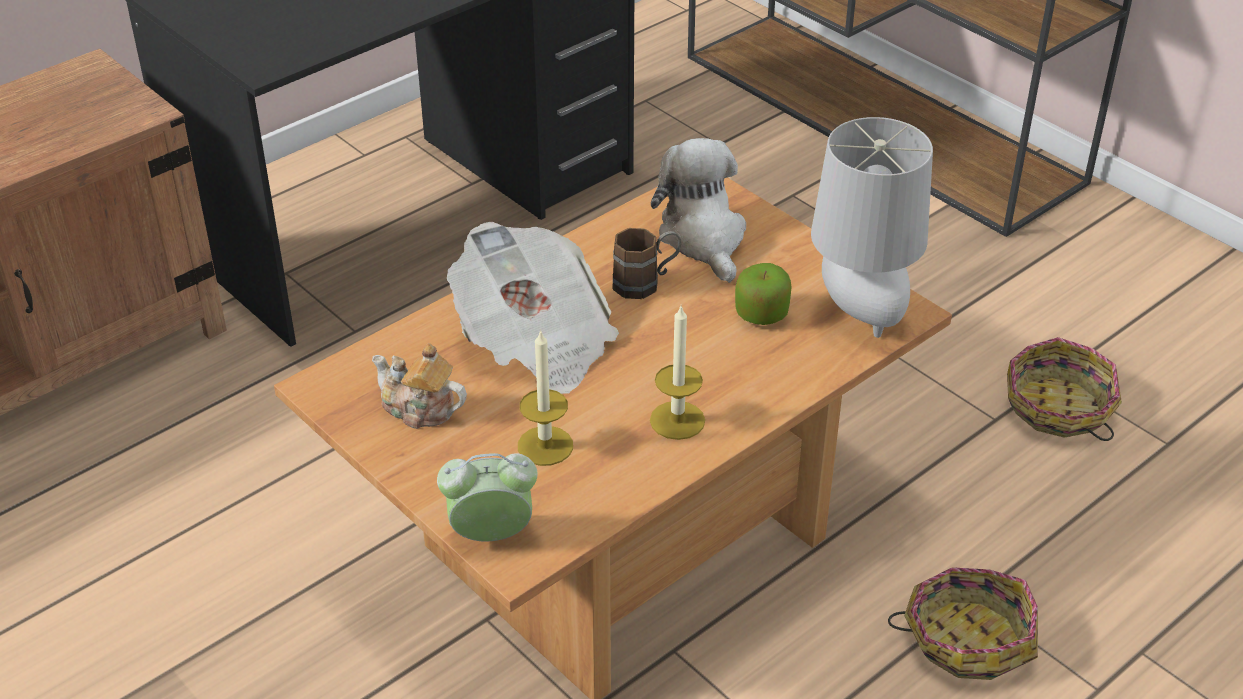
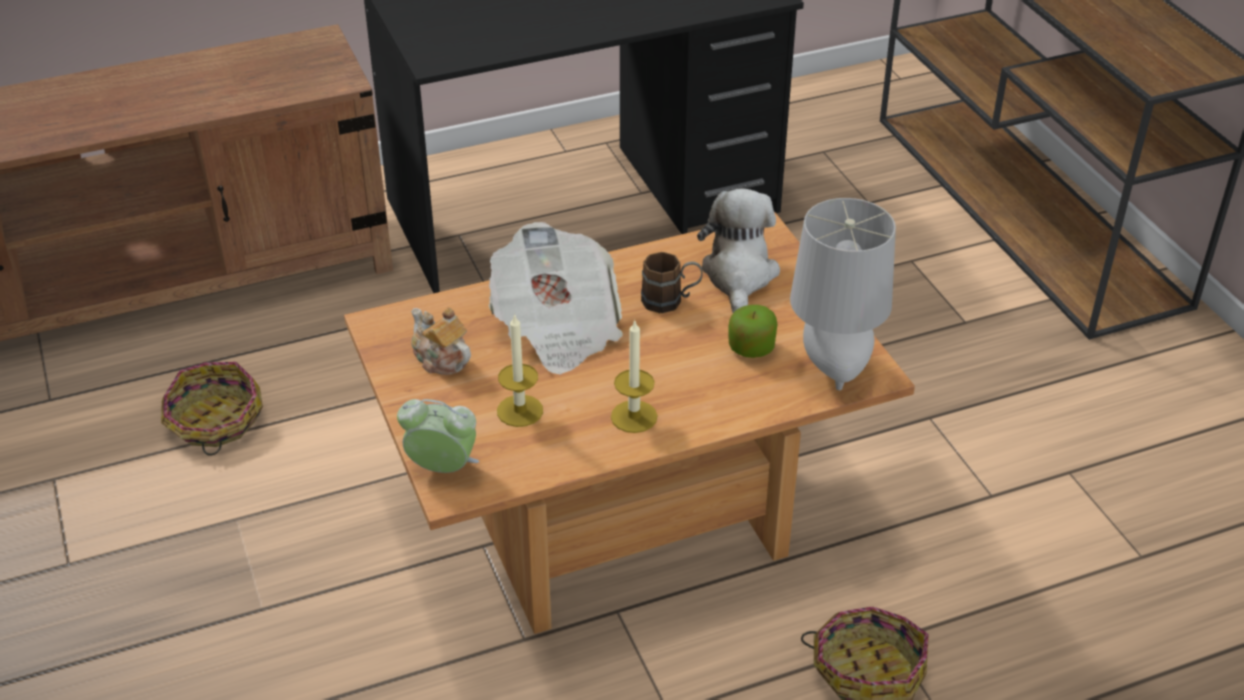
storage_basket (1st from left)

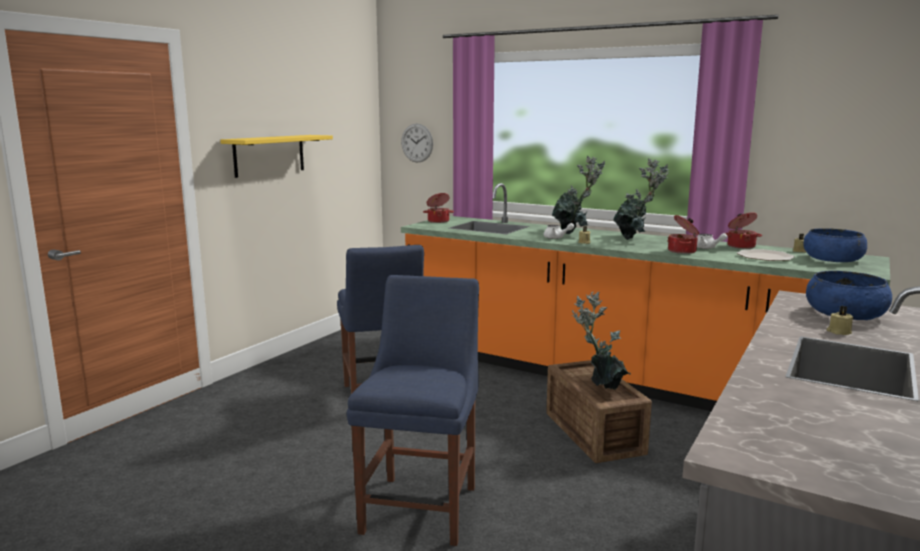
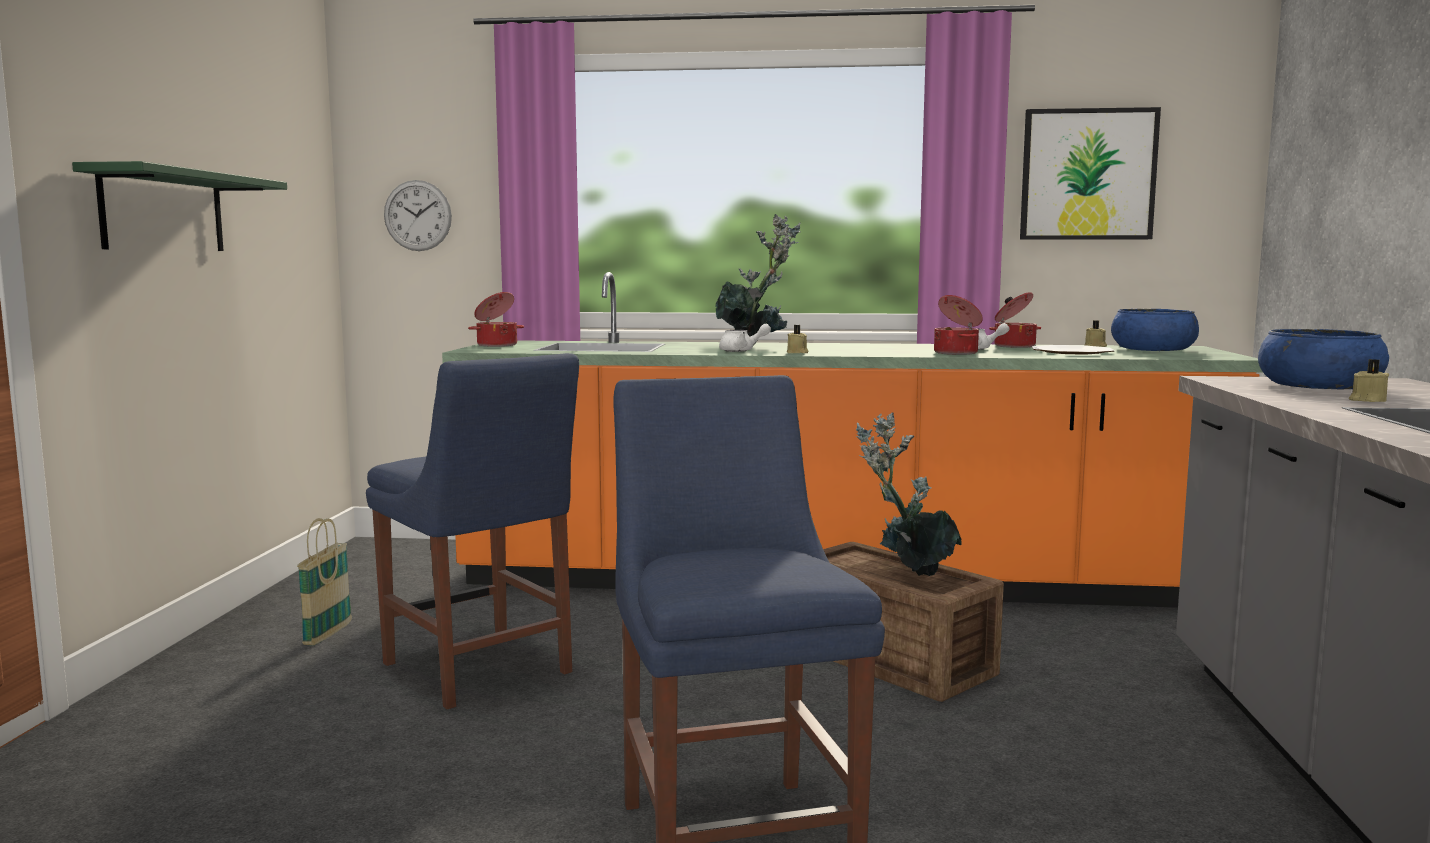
green_wall_shelf
potted_plant (3rd from left in the first image)
storage_basket
wall_picture

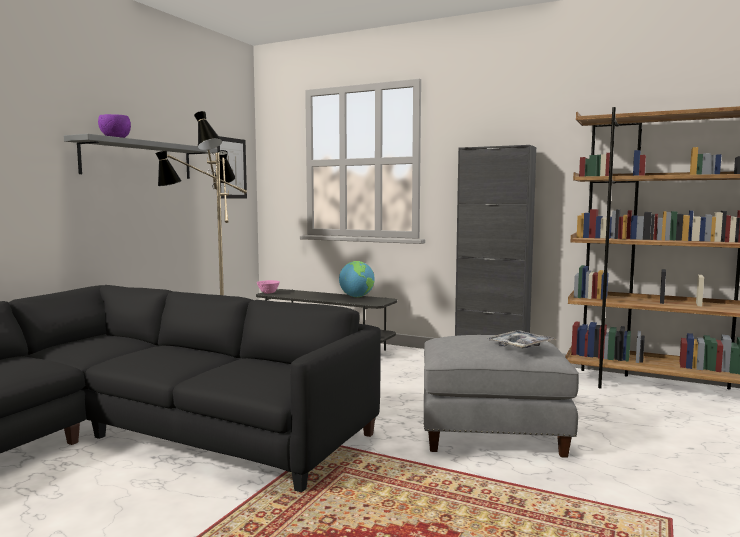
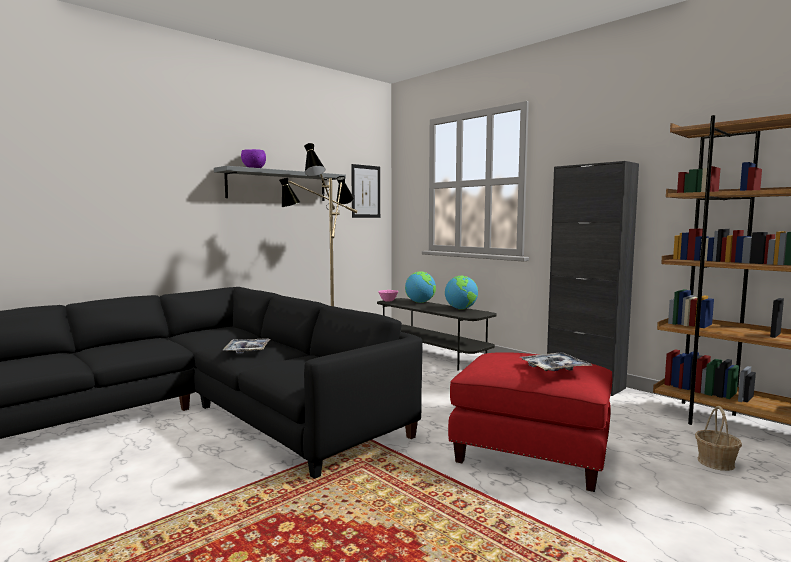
reddish_footrest
carrying_tray (1st from left)
world_globe (1st from left)
storage_basket

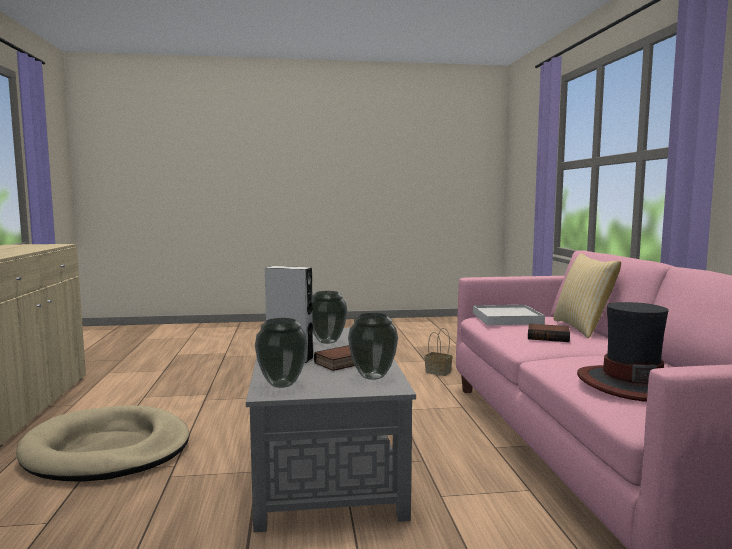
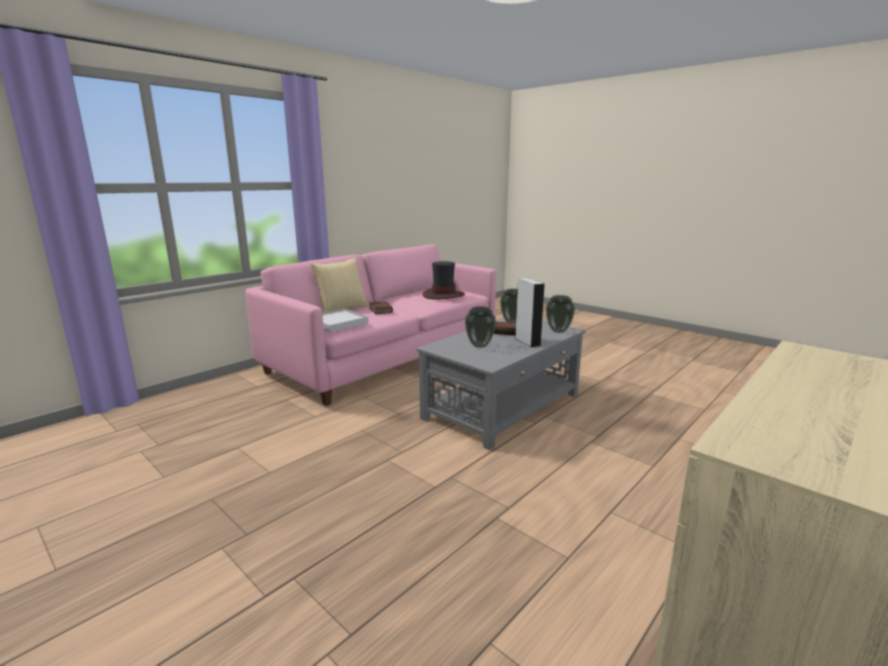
beige_dog_cushion
storage_basket

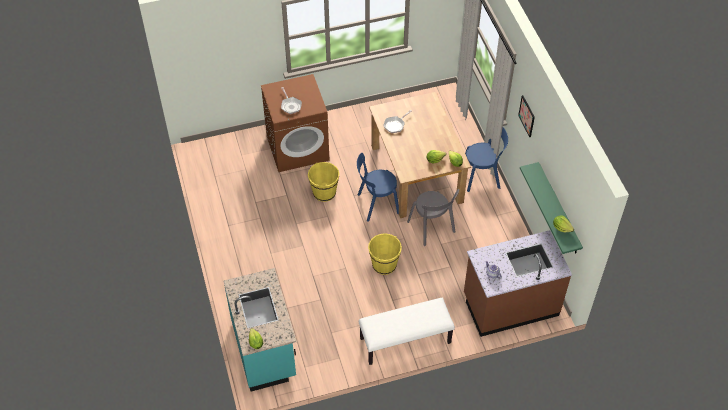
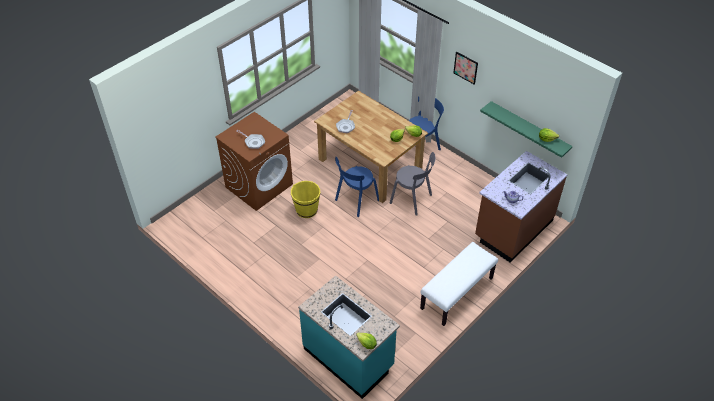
yellow-coloured_water_bucket (2nd from left in the first image)

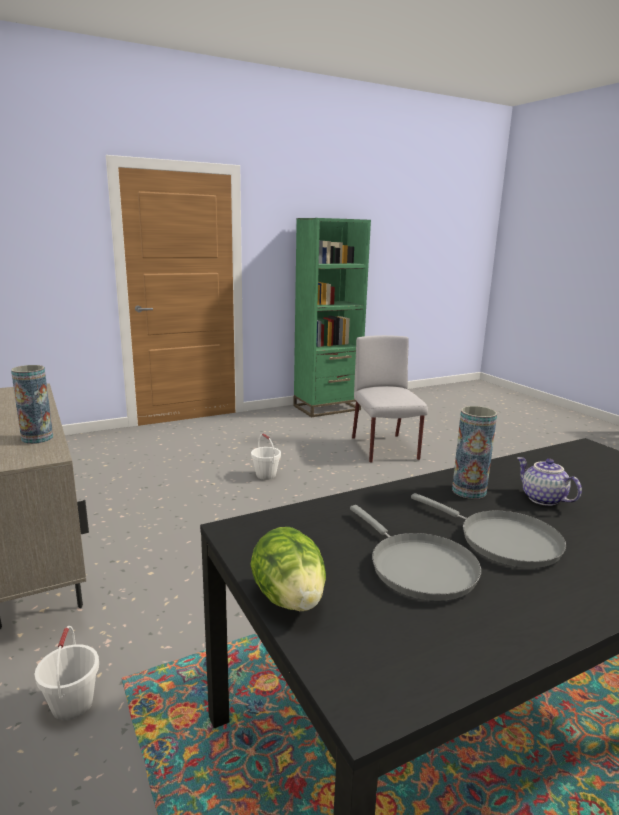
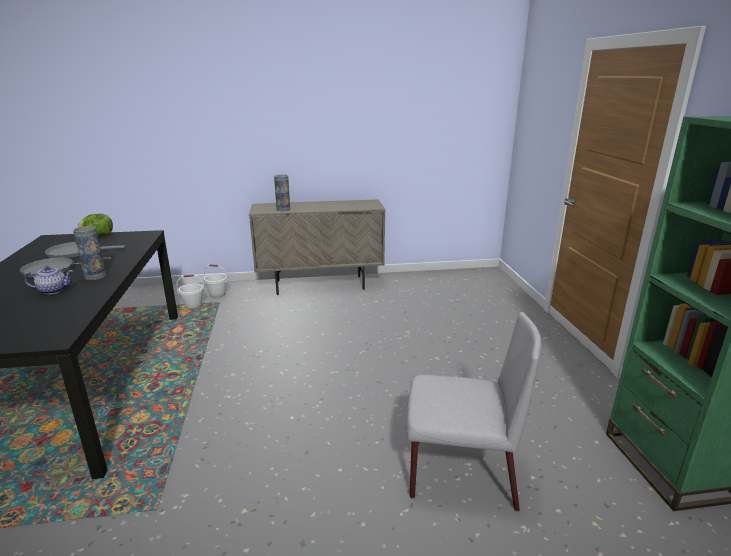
white-coloured_water_bucket (1st from left)

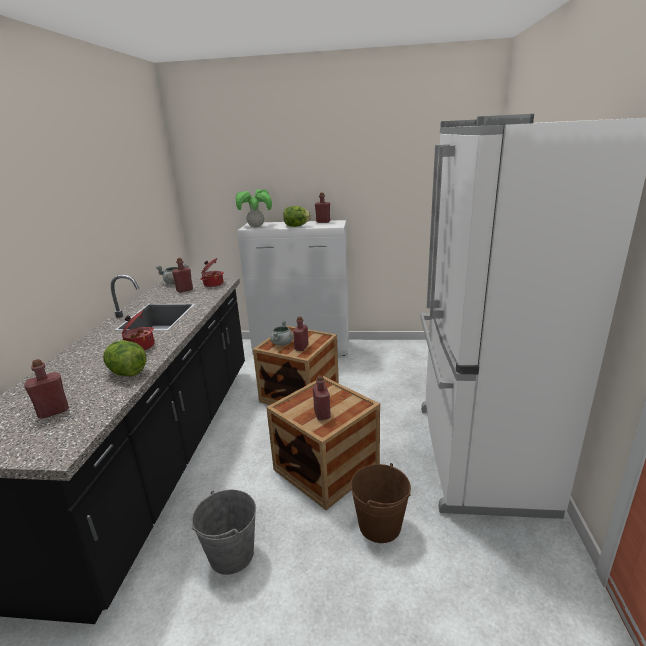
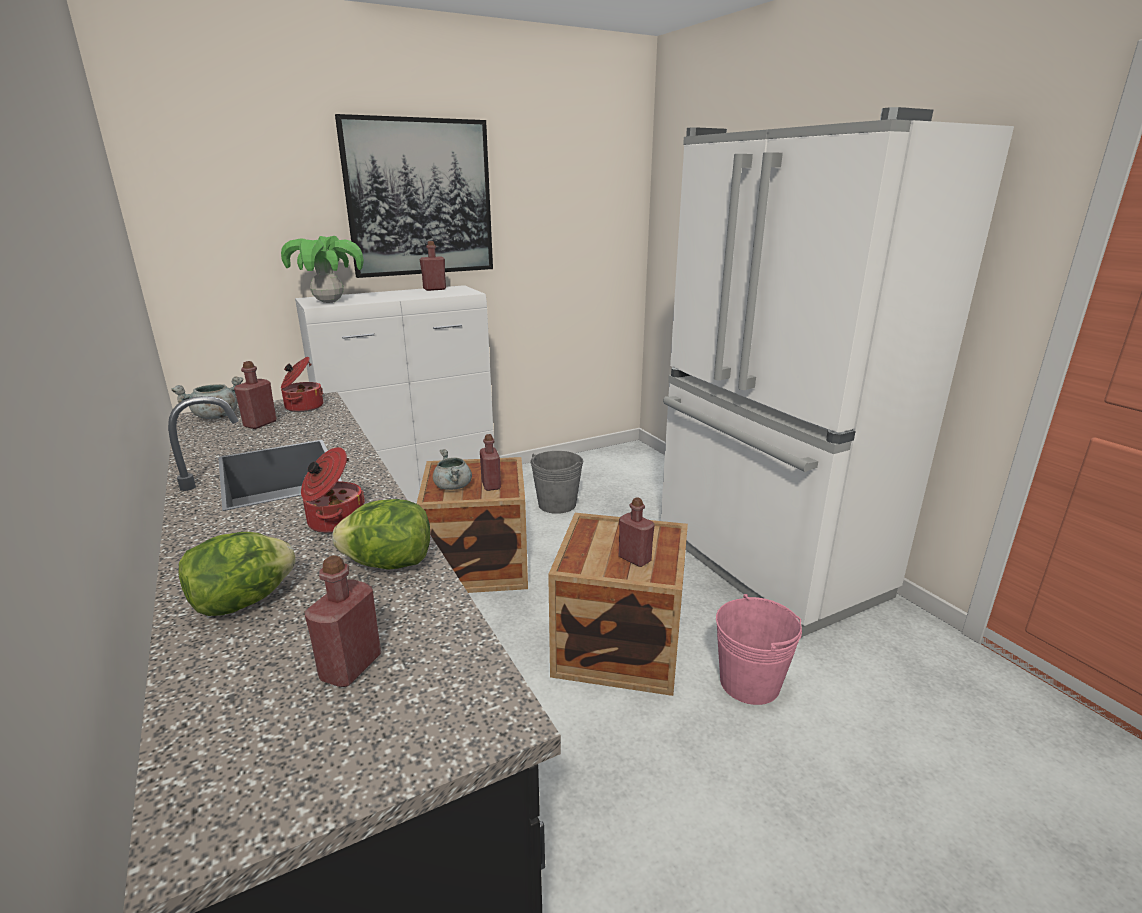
gray_water_bucket
lettuce (1st from left)
pinkish_water_bucket
wall_picture

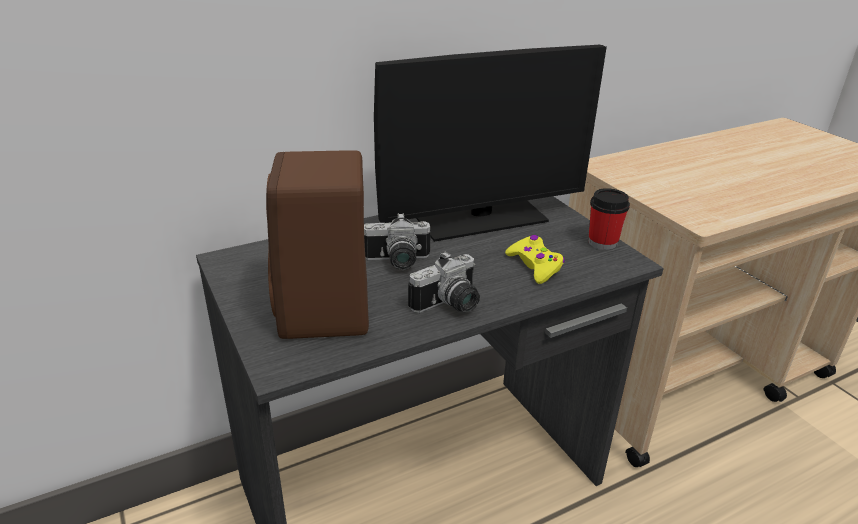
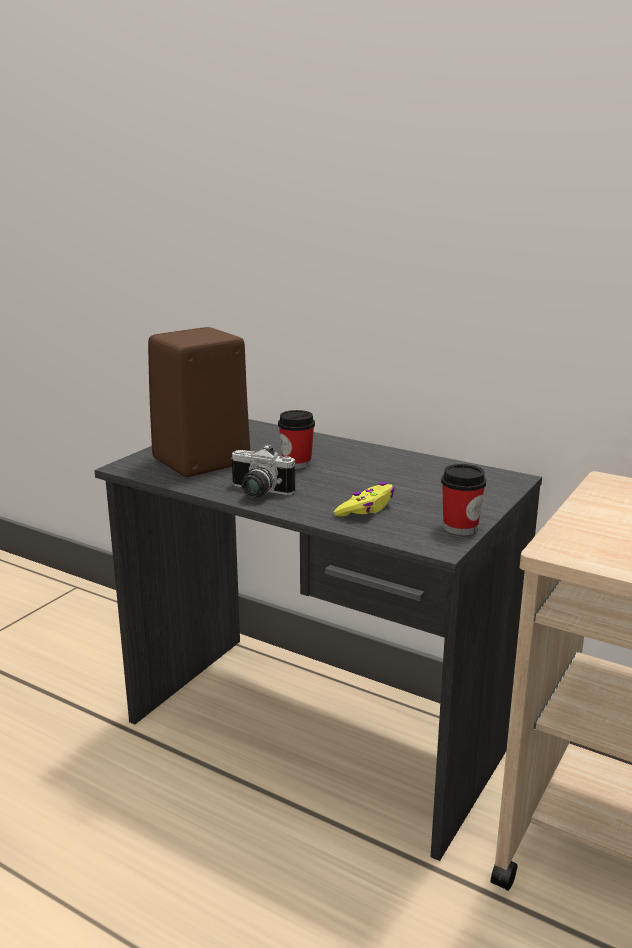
cup (1st from left)
monitor

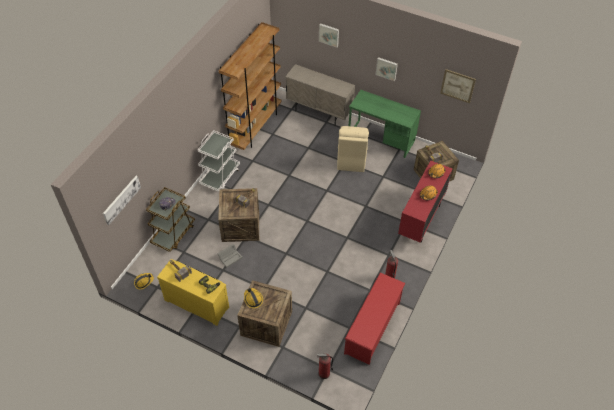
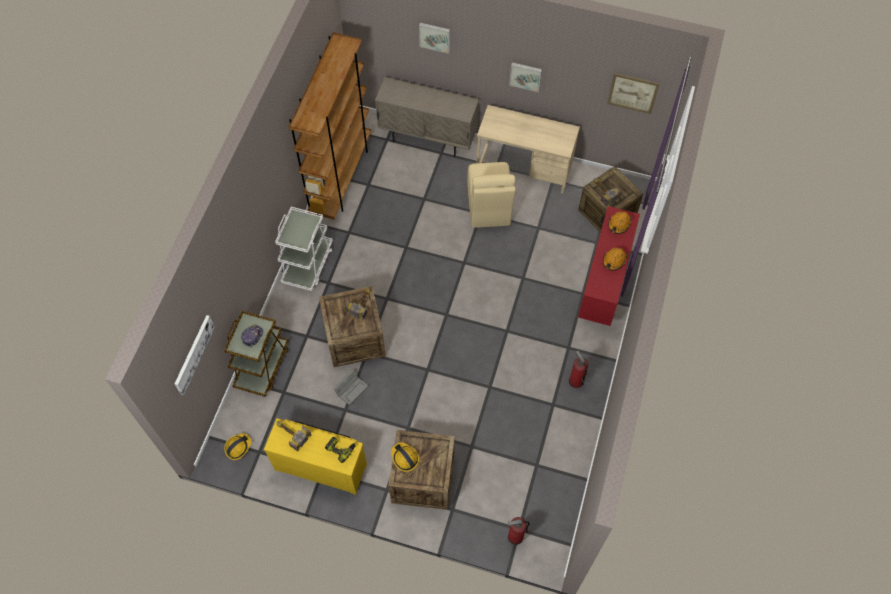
reddish_shoe_rack
beige_desk

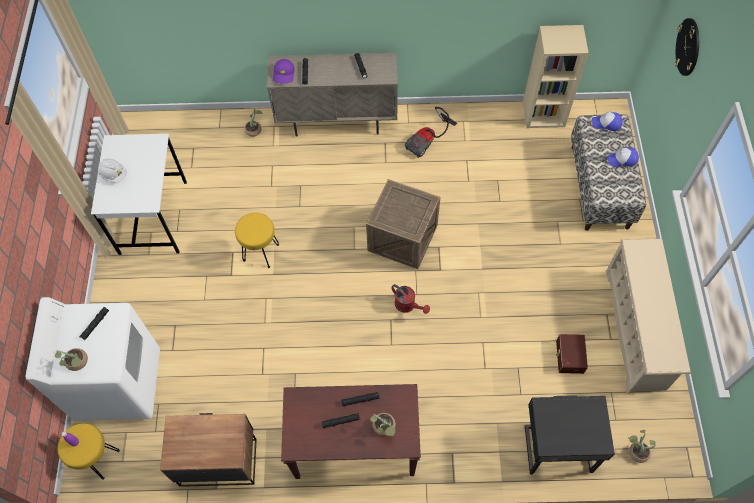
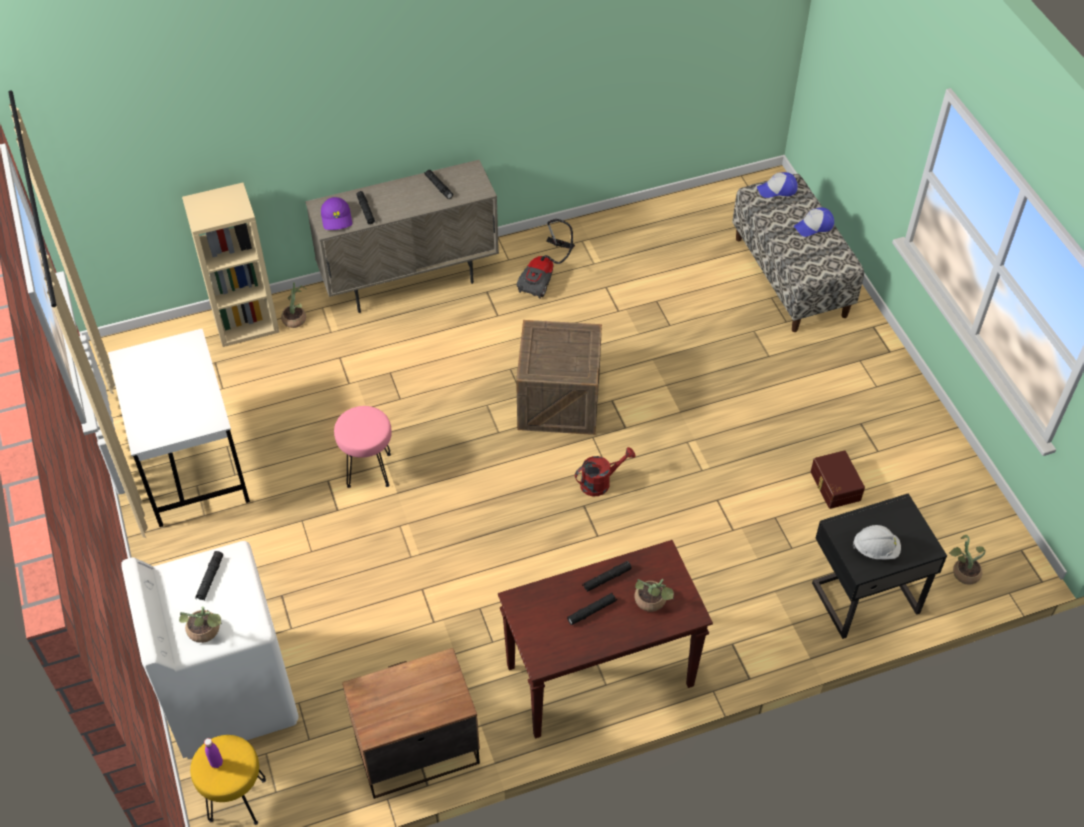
white-coloured_work_helmet
pinkish_stool
reddish_watering_pot
beige_bookcase
beige_shoe_rack
hanging_clock

